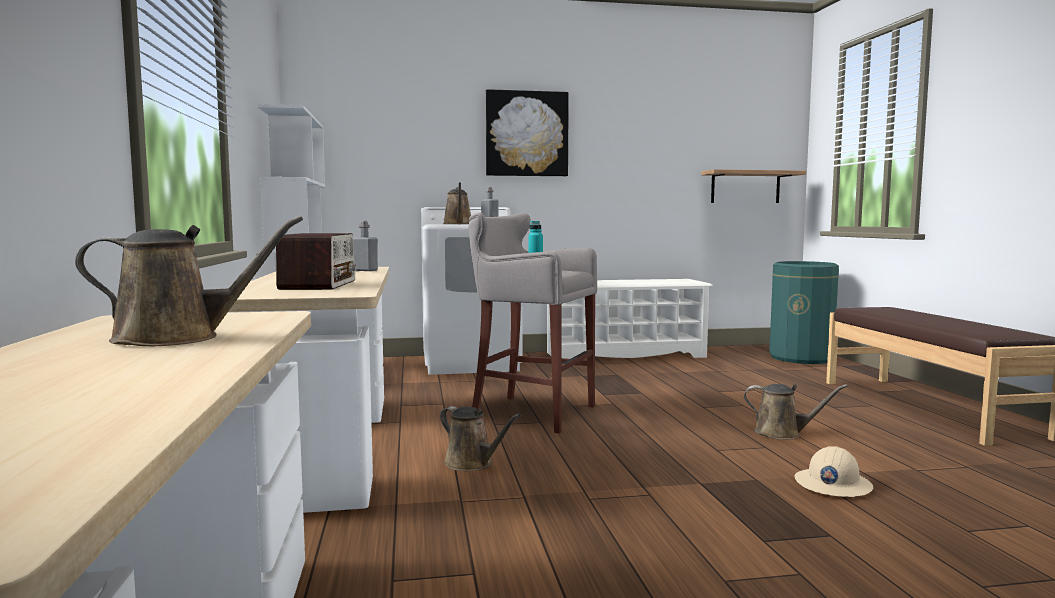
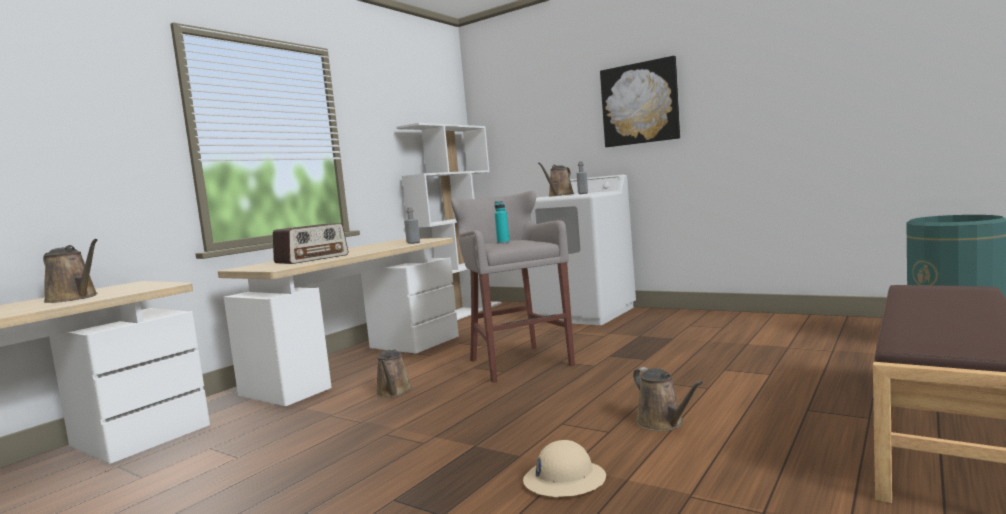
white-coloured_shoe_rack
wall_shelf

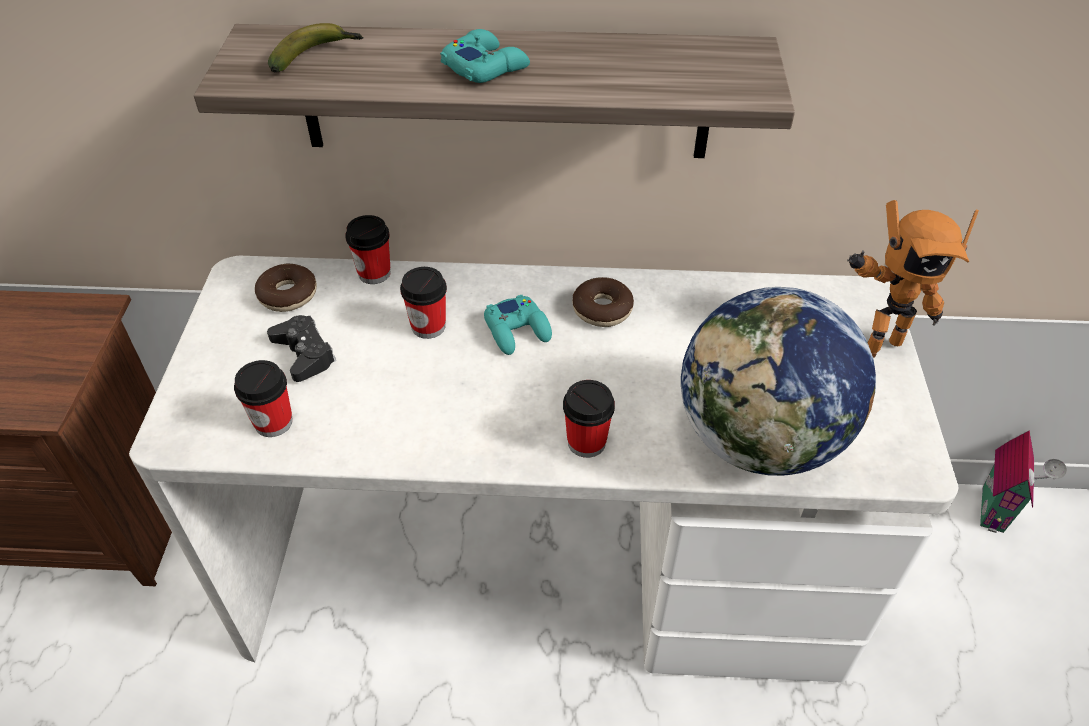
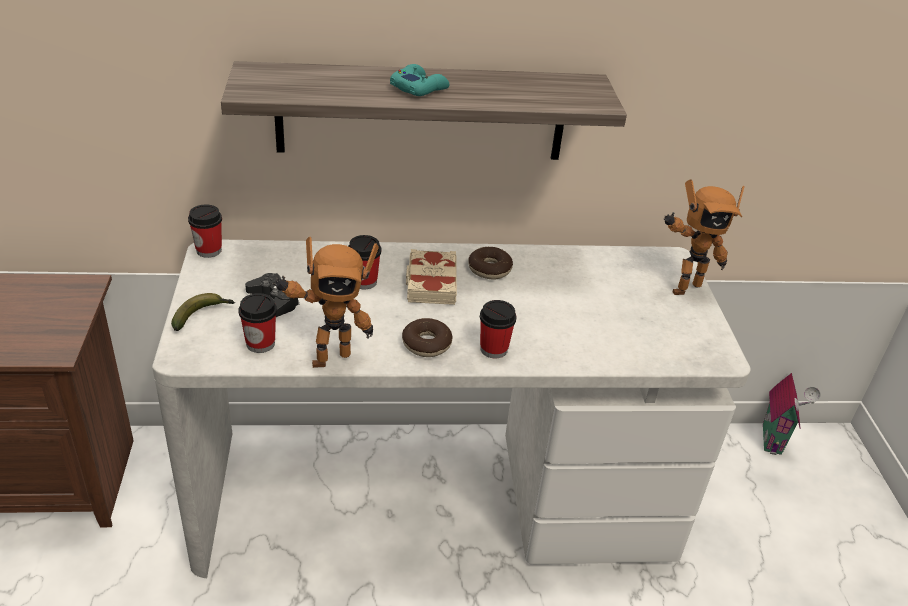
doughnut (1st from left)
banana
cup (1st from left)
beige_bound_book
world_globe
model_robot (1st from left)

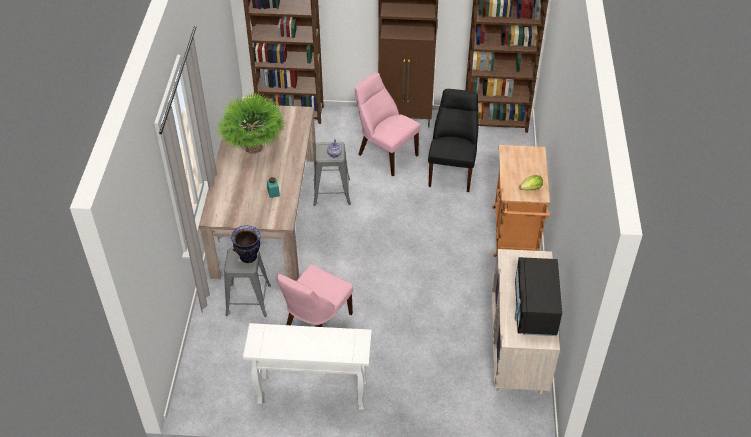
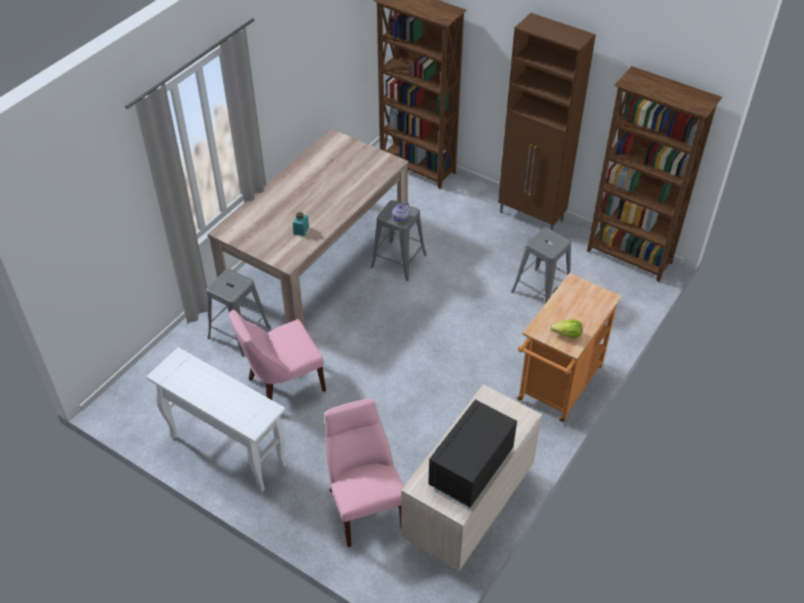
potted_plant
flower_vase
pinkish_chair (2nd from left)
gray_stool (3rd from left)

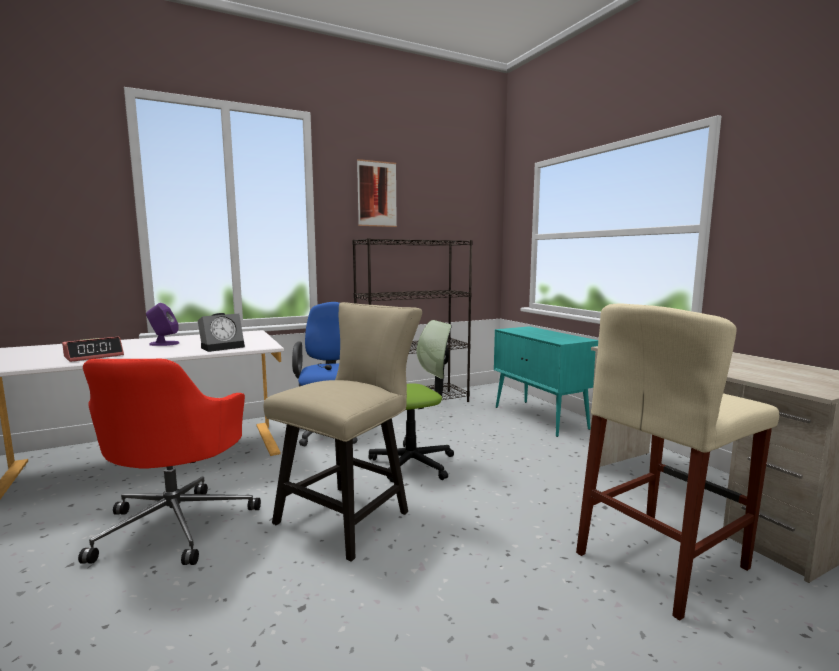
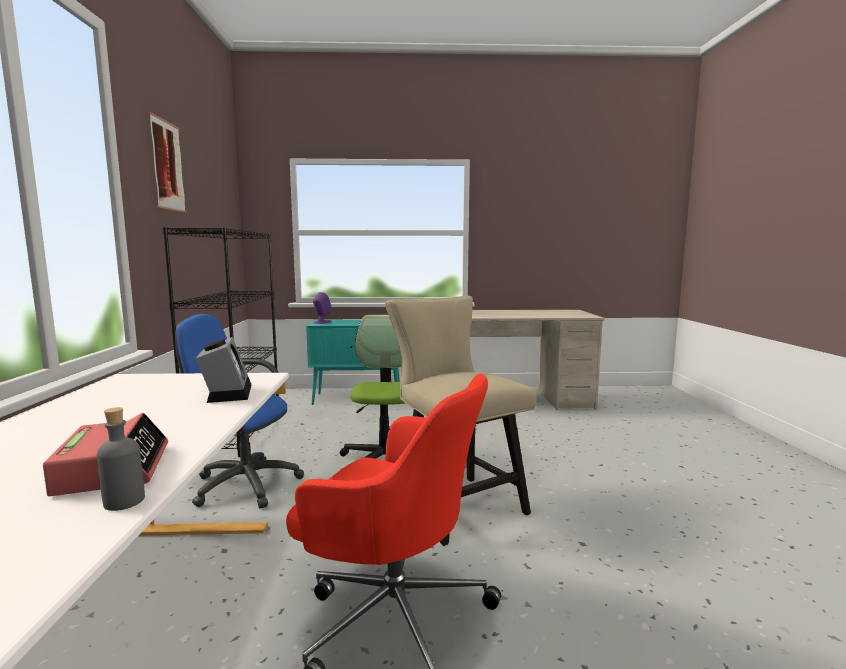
purplish_loudspeaker
beige_stool
gray_drink_bottle

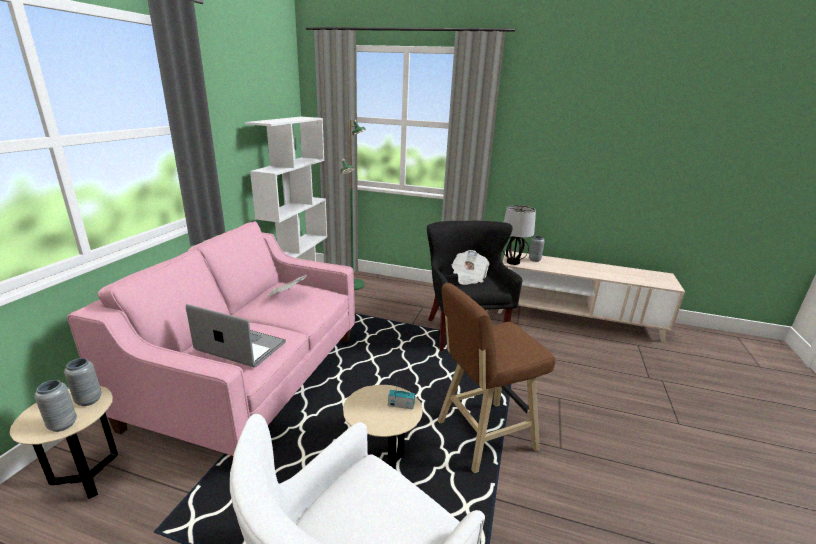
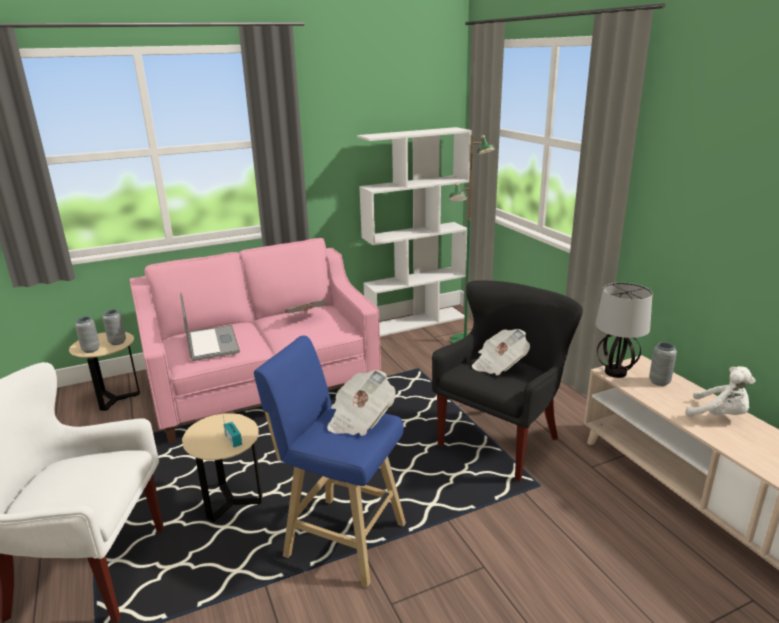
bluish_stool
daily_paper (2nd from left)
white-coloured_cuddly_toy

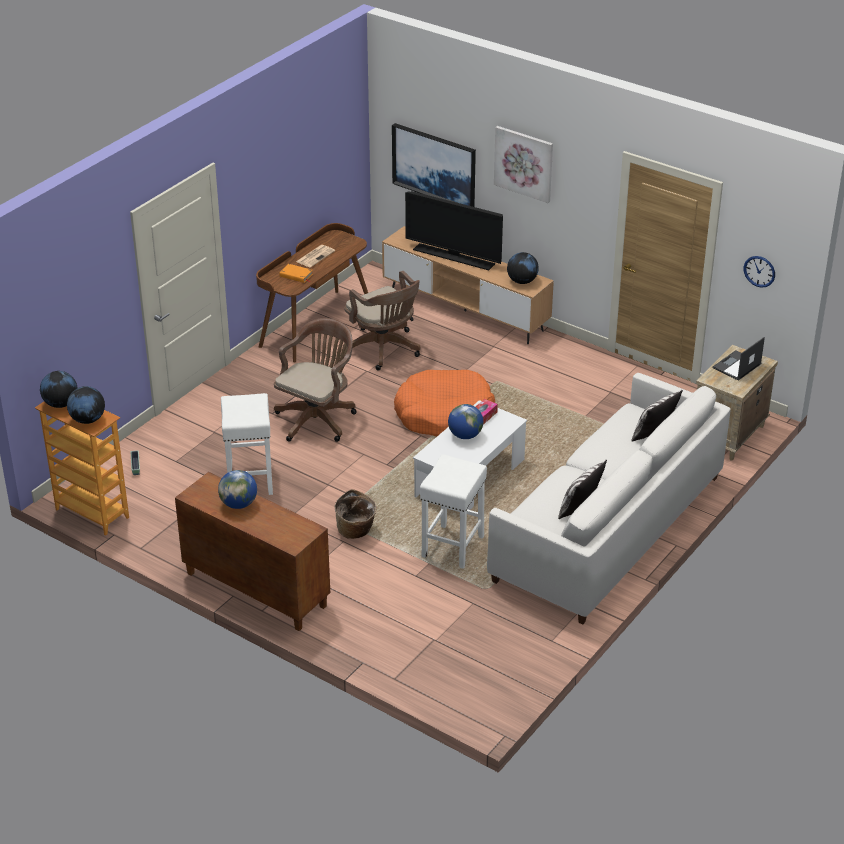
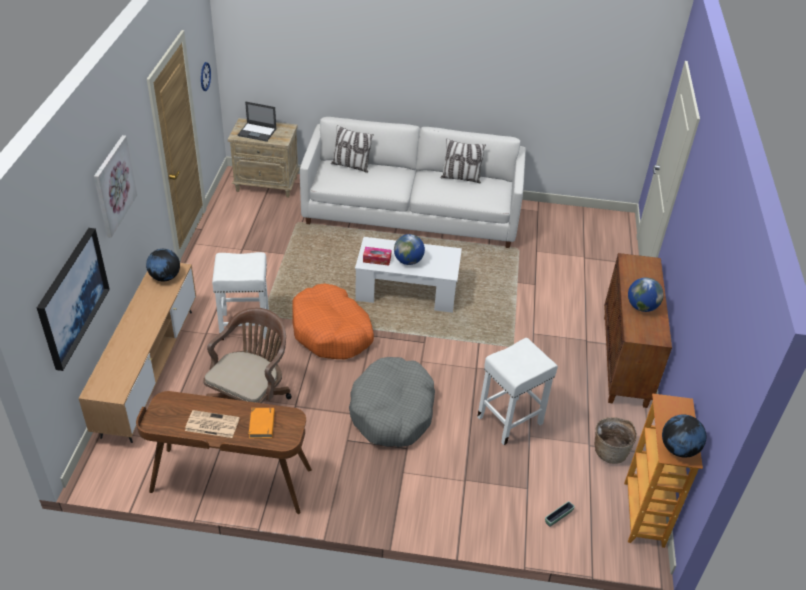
world_globe (2nd from left in the first image)
gray_dog_cushion
storage_basket
television
white-coloured_stool (1st from left)

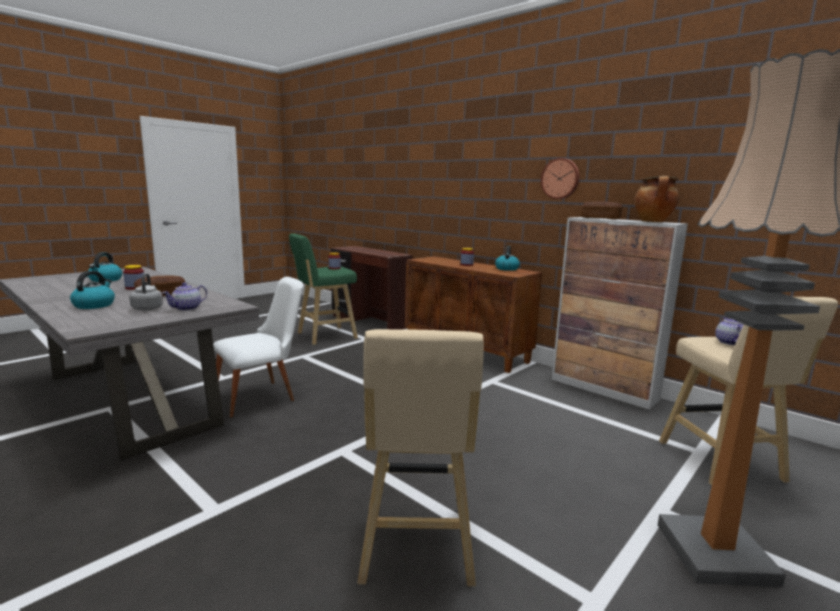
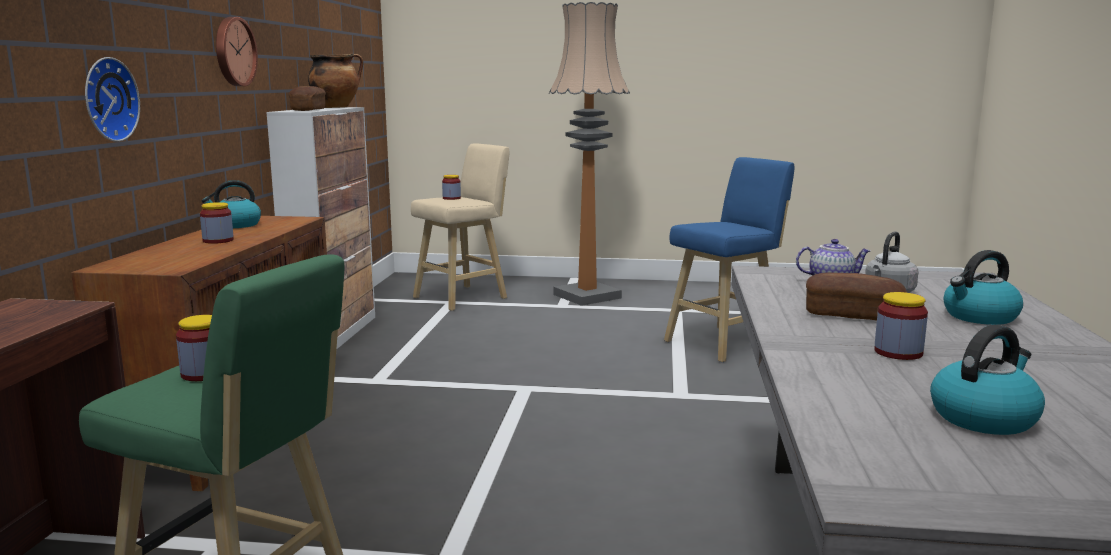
white-coloured_chair
bluish_stool
storage_jar (3rd from left)
hanging_clock (1st from left)

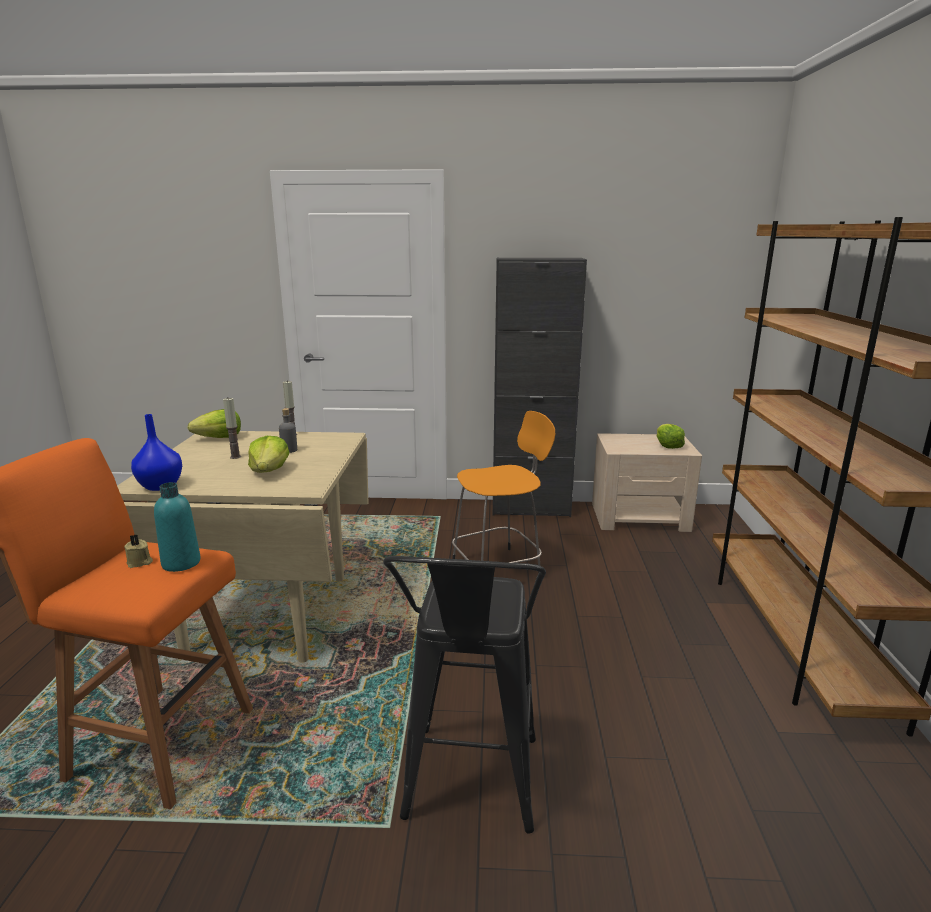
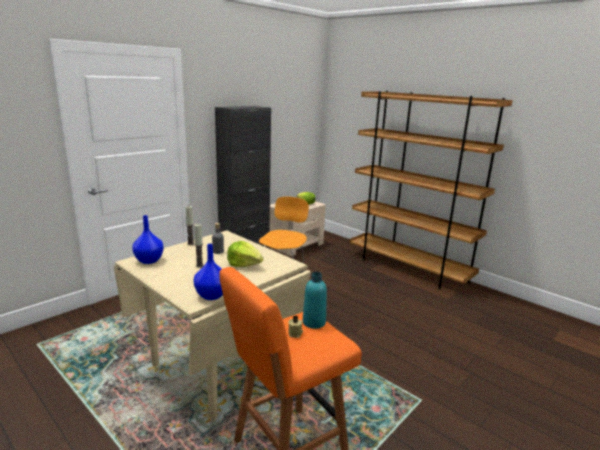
bluish_flower_vase (1st from left)
blackish_stool

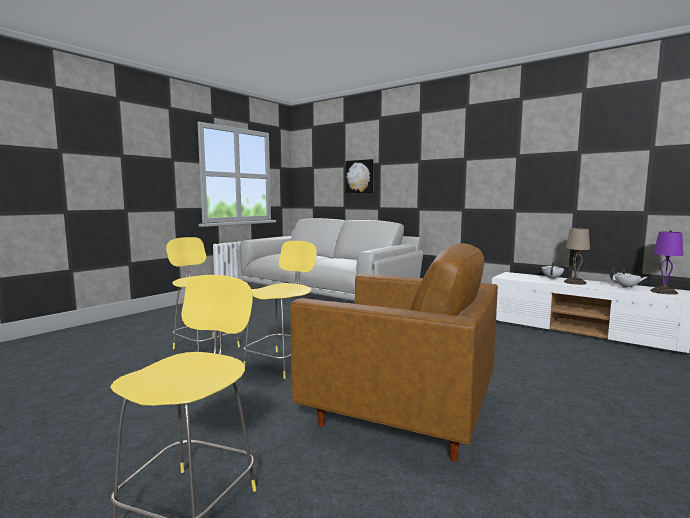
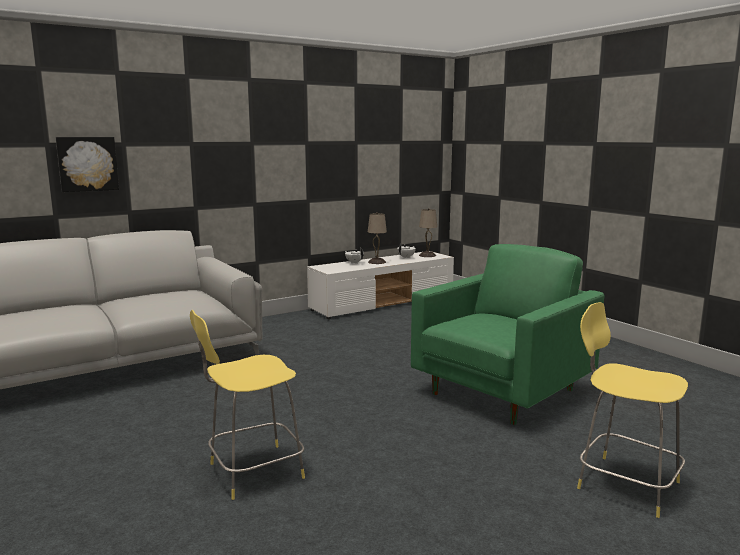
yellow-coloured_stool (3rd from left in the first image)
green_lounge_chair
beige_tabletop_lamp (2nd from left)

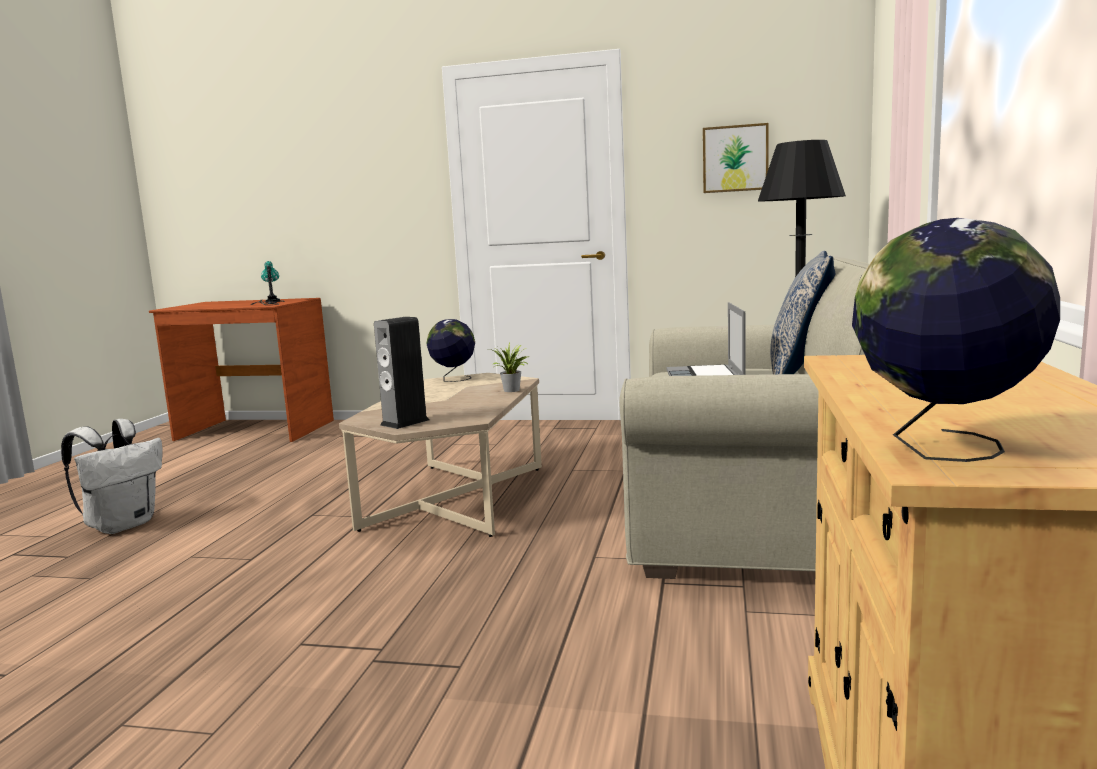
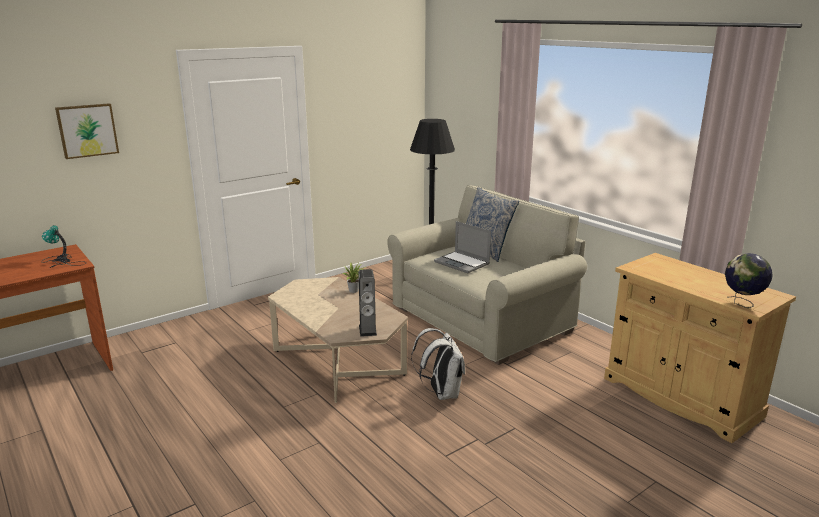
white-coloured_backpack
world_globe (1st from left in the first image)
wall_picture

